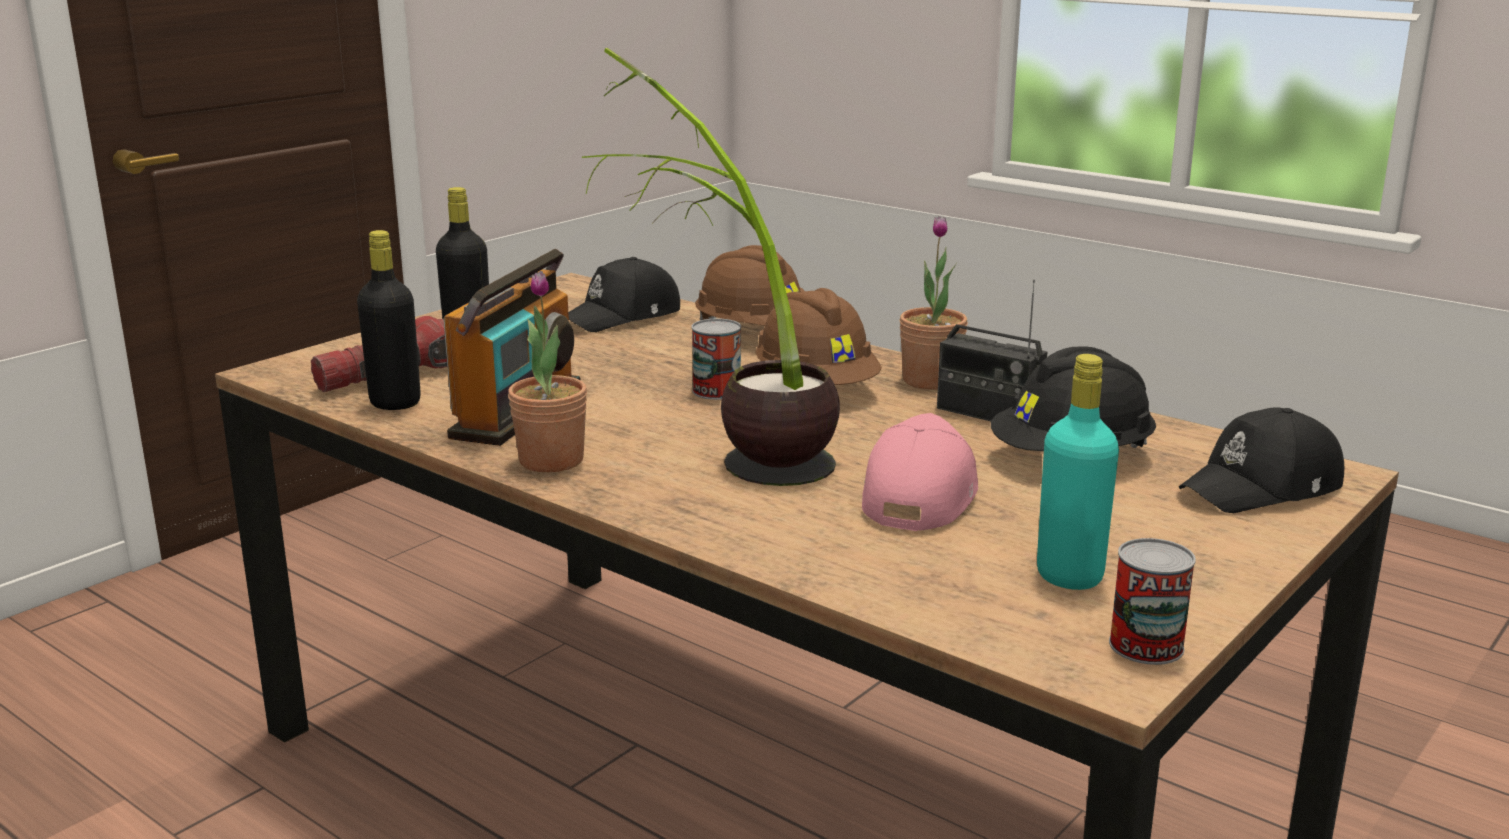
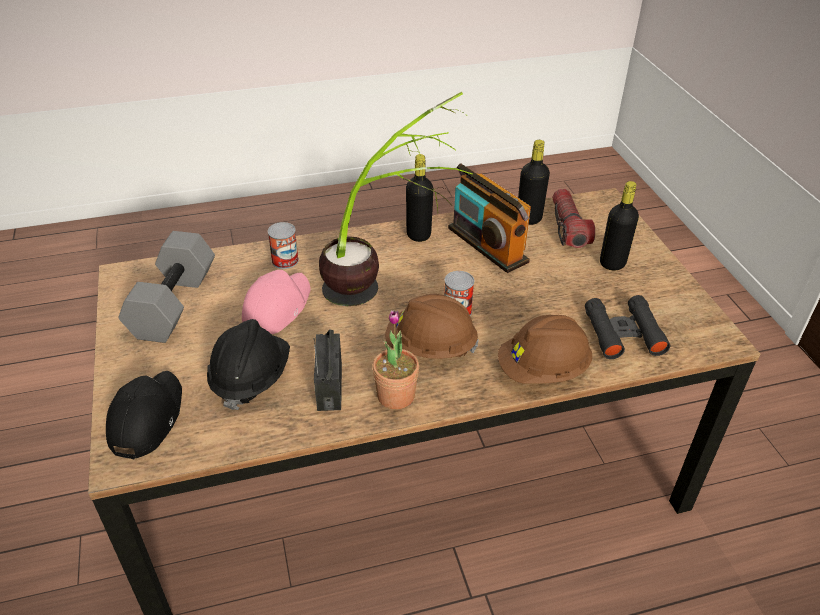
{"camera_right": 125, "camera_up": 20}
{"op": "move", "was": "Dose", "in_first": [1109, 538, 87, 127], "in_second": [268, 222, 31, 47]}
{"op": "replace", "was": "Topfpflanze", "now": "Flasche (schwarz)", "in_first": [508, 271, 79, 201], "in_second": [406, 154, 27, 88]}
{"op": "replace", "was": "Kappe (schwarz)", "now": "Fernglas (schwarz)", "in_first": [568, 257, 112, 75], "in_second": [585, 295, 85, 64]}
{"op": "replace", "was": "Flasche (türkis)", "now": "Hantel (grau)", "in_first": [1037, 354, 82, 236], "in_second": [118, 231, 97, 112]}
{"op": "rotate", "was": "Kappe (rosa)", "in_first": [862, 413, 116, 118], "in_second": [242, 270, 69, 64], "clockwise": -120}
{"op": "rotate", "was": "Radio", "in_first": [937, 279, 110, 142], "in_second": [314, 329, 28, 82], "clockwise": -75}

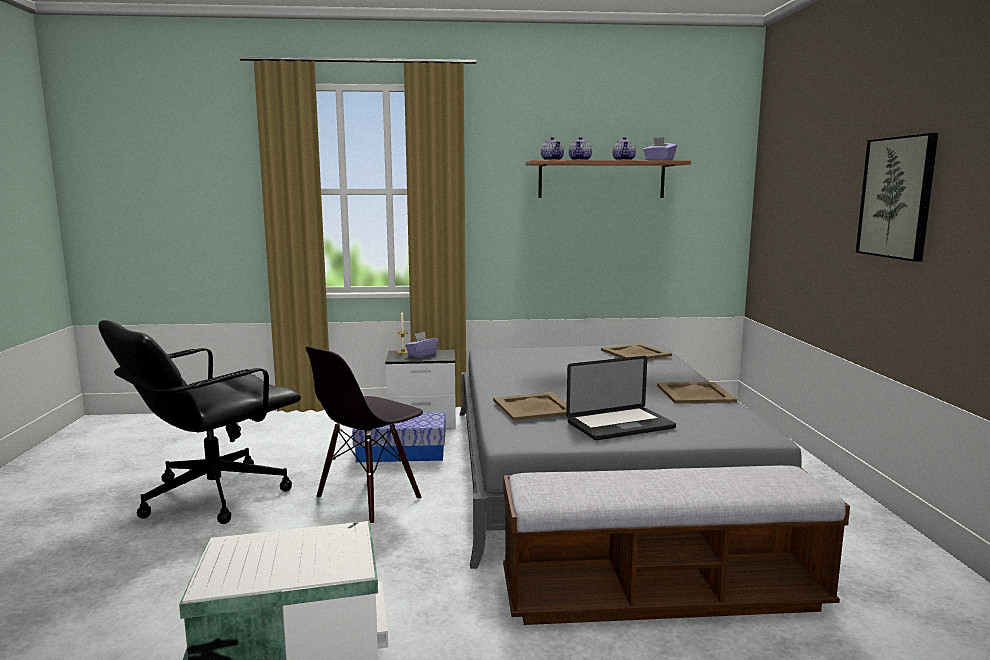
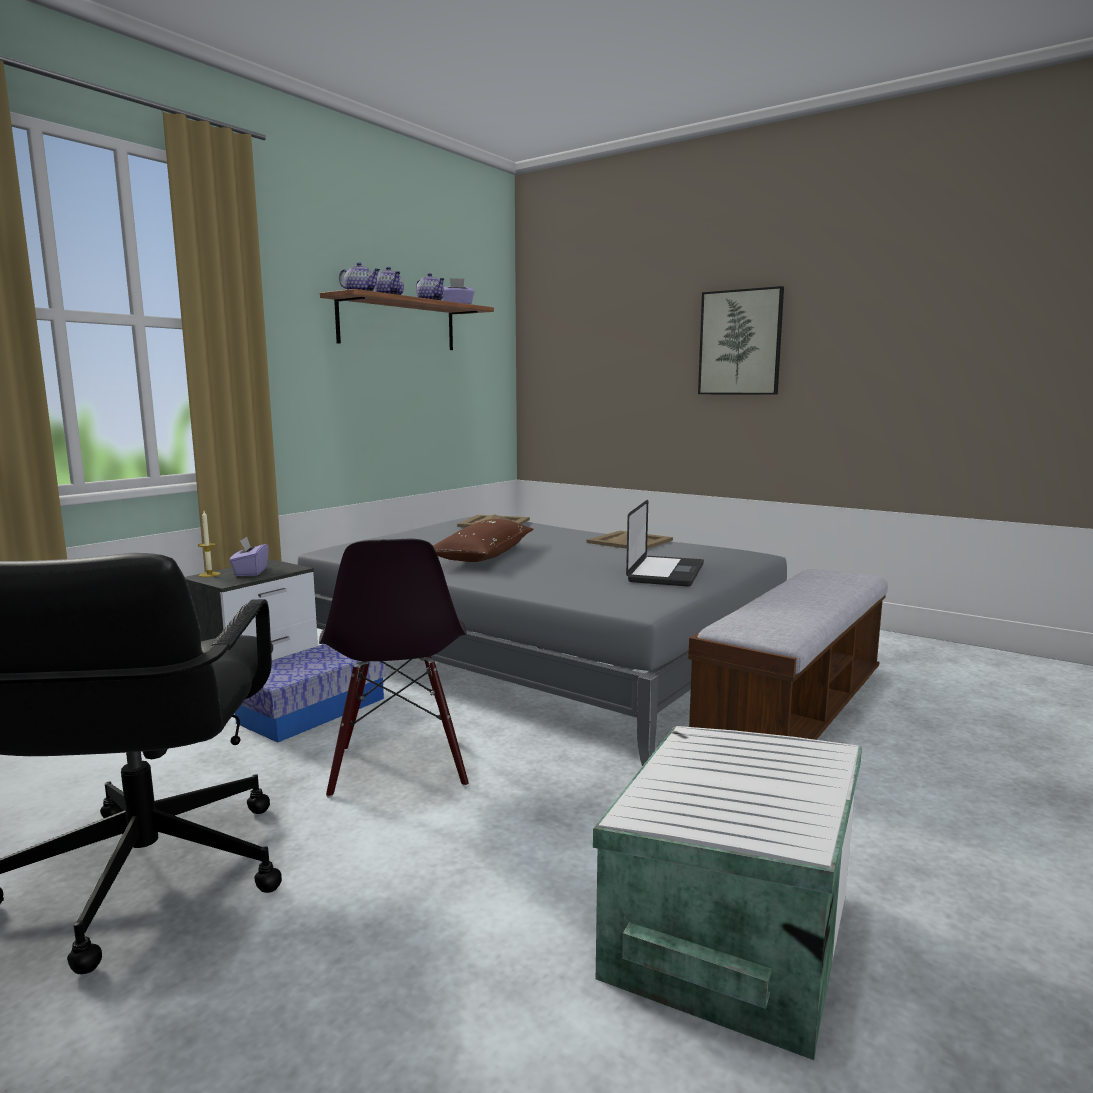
{"camera_right": -50, "camera_up": 0}
{"op": "delete", "was": "Tablett (beige)", "in_first": [493, 392, 74, 29]}
{"op": "insert", "now": "Kissen (braun)", "in_second": [433, 519, 100, 43]}

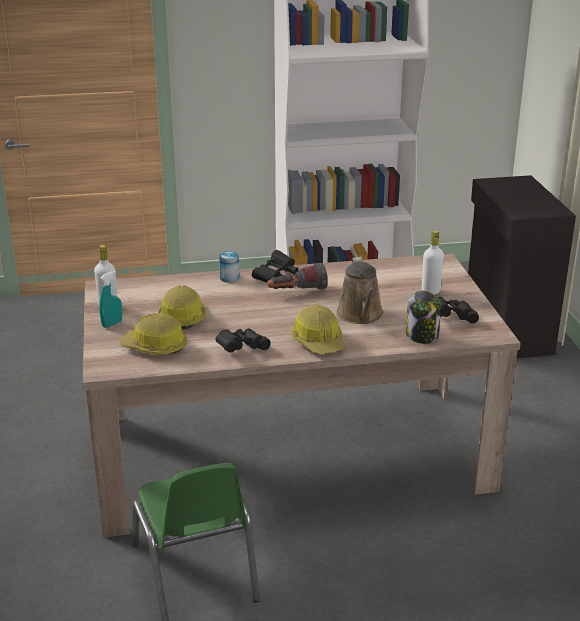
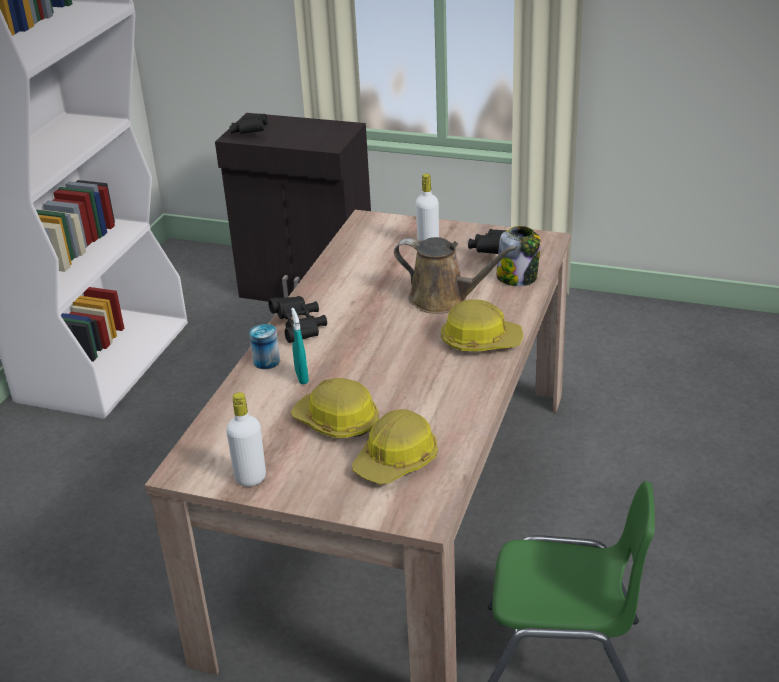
{"camera_right": -60, "camera_up": 5}
{"op": "delete", "was": "Taschenlampe", "in_first": [267, 263, 61, 27]}
{"op": "move", "was": "Sprühflasche (türkis)", "in_first": [99, 271, 23, 57], "in_second": [291, 308, 18, 76]}
{"op": "move", "was": "Fernglas (schwarz)", "in_first": [216, 329, 55, 23], "in_second": [230, 114, 38, 20]}

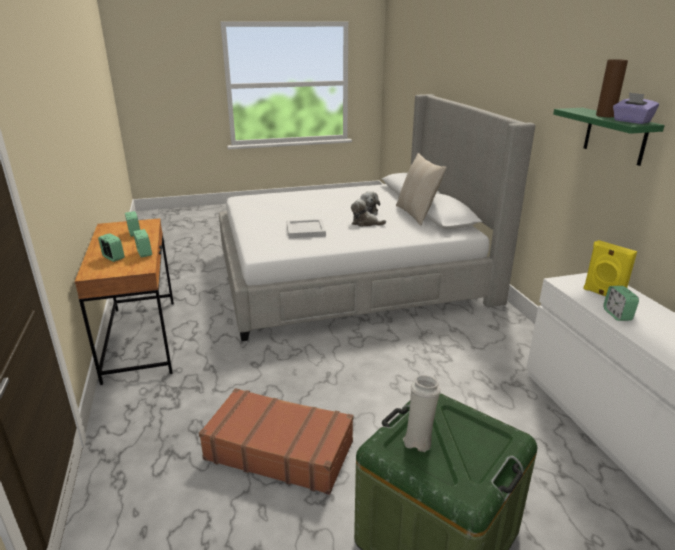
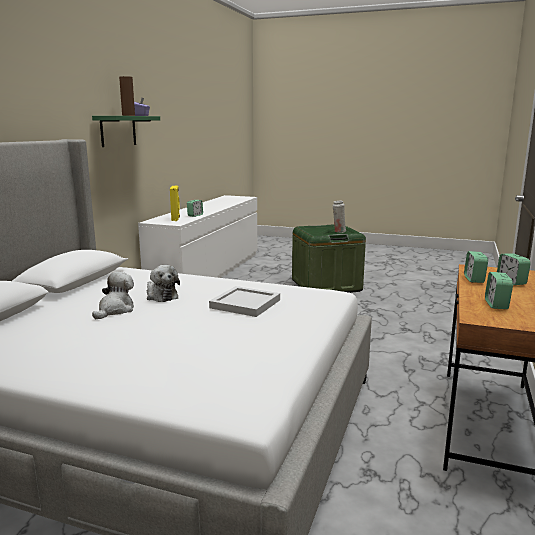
{"camera_right": -145, "camera_up": -10}
{"op": "delete", "was": "Koffer (braun)", "in_first": [199, 388, 154, 107]}
{"op": "delete", "was": "Kissen (beige)", "in_first": [396, 153, 50, 72]}

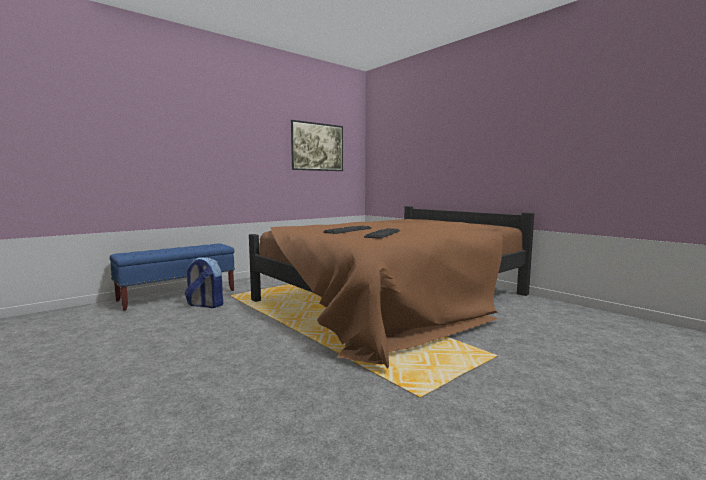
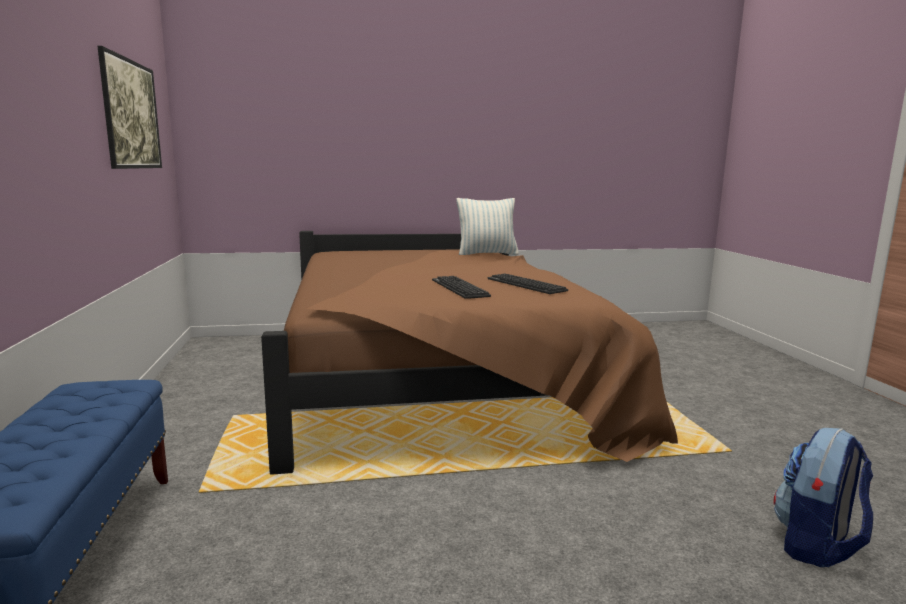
{"camera_right": -60, "camera_up": 5}
{"op": "insert", "now": "Kissen", "in_second": [456, 198, 63, 57]}
{"op": "move", "was": "Rucksack", "in_first": [185, 257, 38, 51], "in_second": [773, 428, 100, 139]}

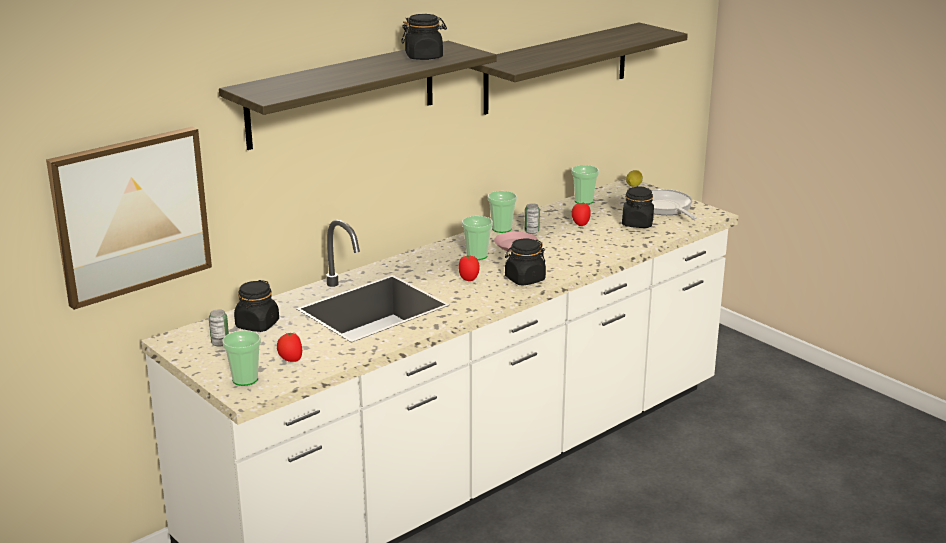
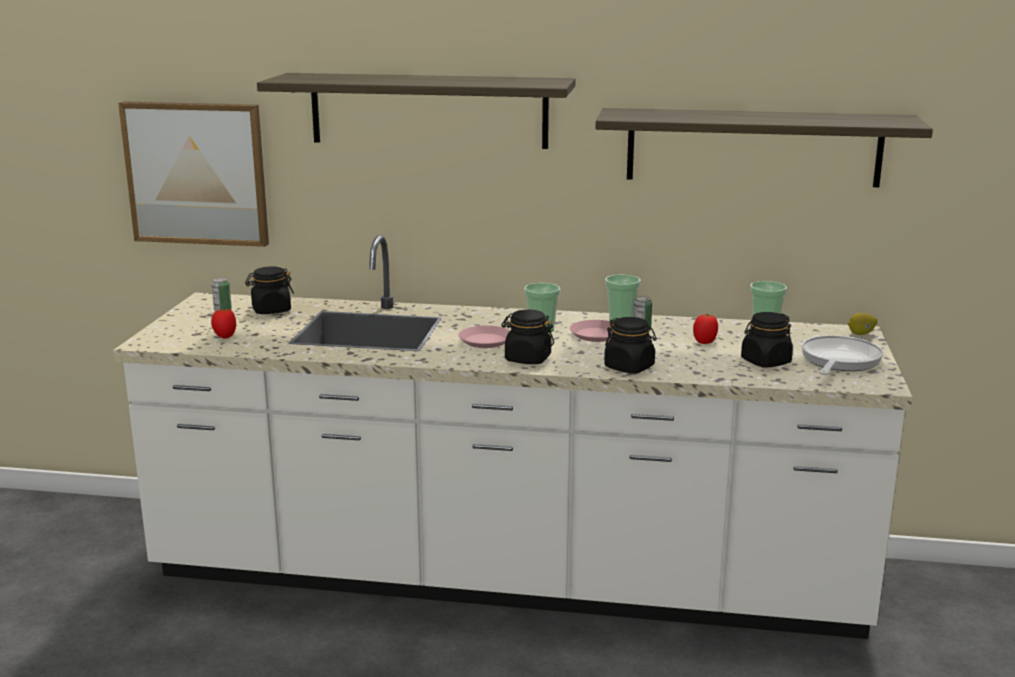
{"camera_right": 50, "camera_up": -5}
{"op": "delete", "was": "Tasse", "in_first": [222, 330, 39, 56]}
{"op": "move", "was": "Vorratsglas (schwarz)", "in_first": [401, 14, 46, 46], "in_second": [604, 317, 53, 57]}
{"op": "replace", "was": "Tomate", "now": "Teller (rosa)", "in_first": [459, 256, 21, 25], "in_second": [458, 325, 52, 23]}

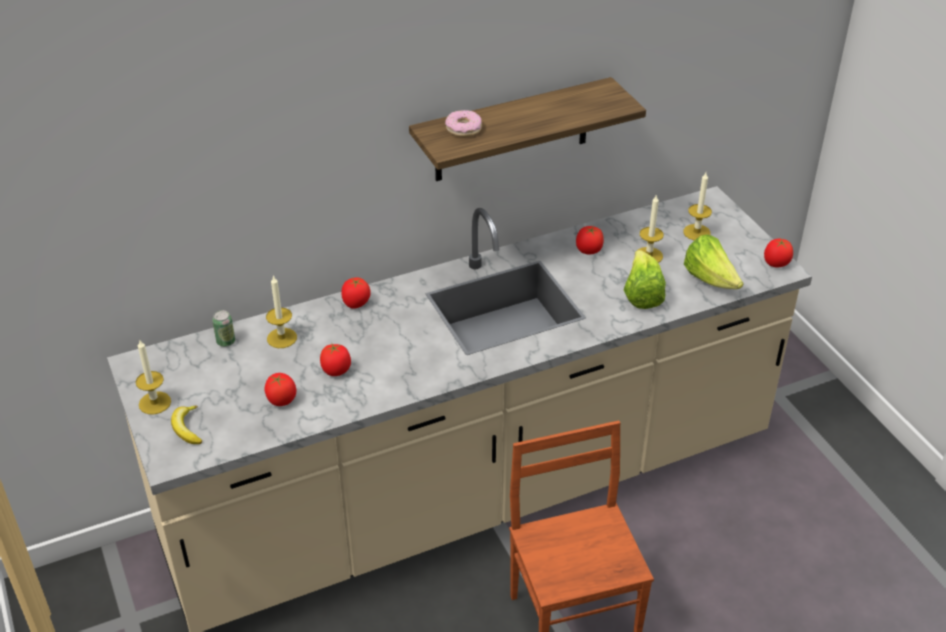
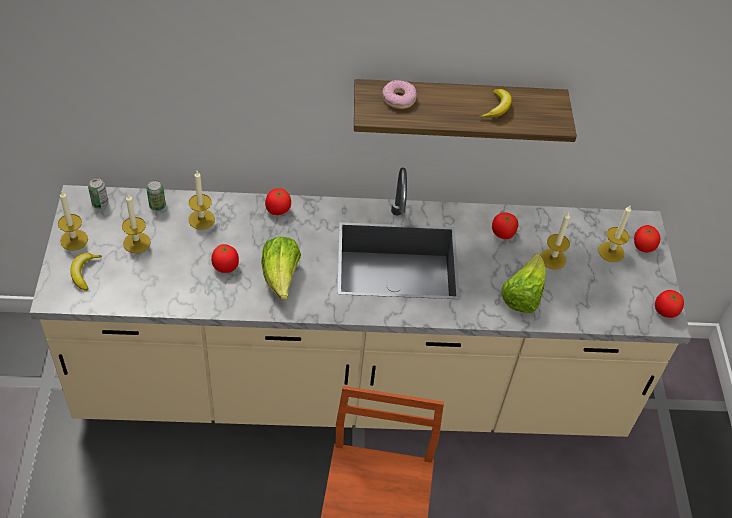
{"camera_right": 20, "camera_up": 10}
{"op": "insert", "now": "Dose", "in_second": [88, 178, 20, 31]}
{"op": "insert", "now": "Kerze", "in_second": [122, 194, 29, 59]}
{"op": "insert", "now": "Banane", "in_second": [479, 89, 33, 29]}
{"op": "move", "was": "Tomate", "in_first": [264, 373, 32, 33], "in_second": [634, 225, 26, 27]}
{"op": "move", "was": "Salatkopf", "in_first": [684, 234, 60, 55], "in_second": [261, 236, 40, 64]}

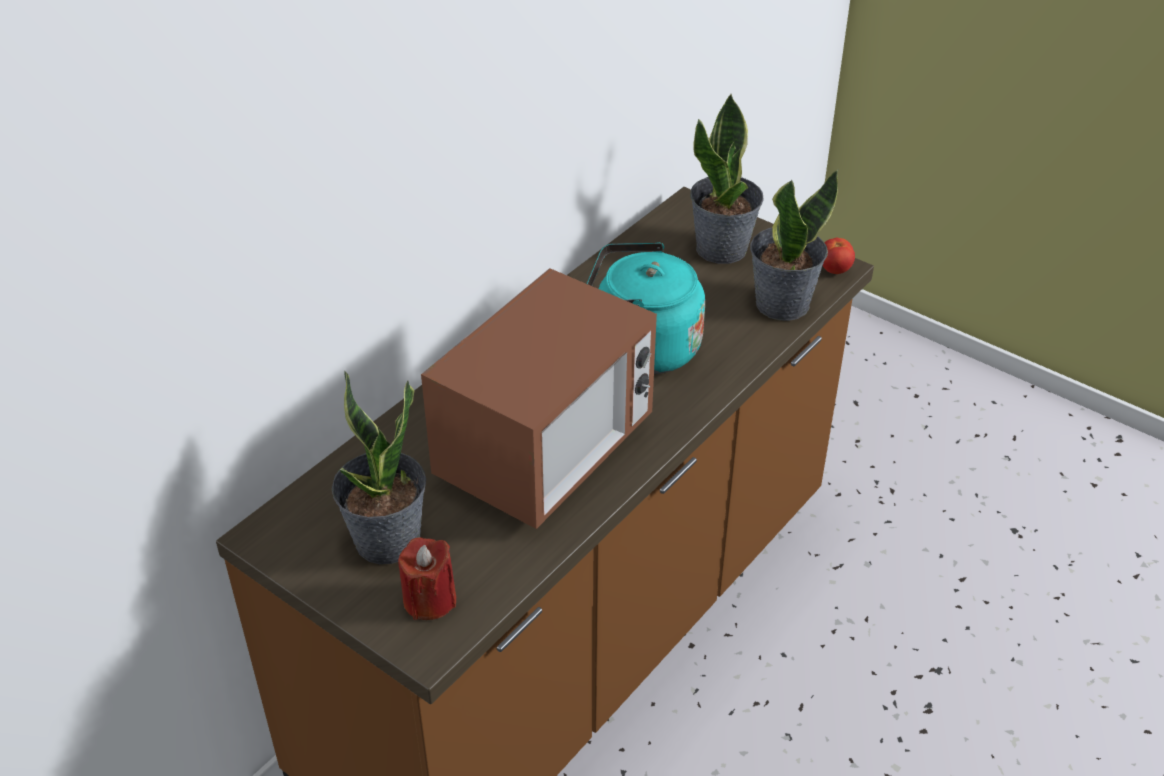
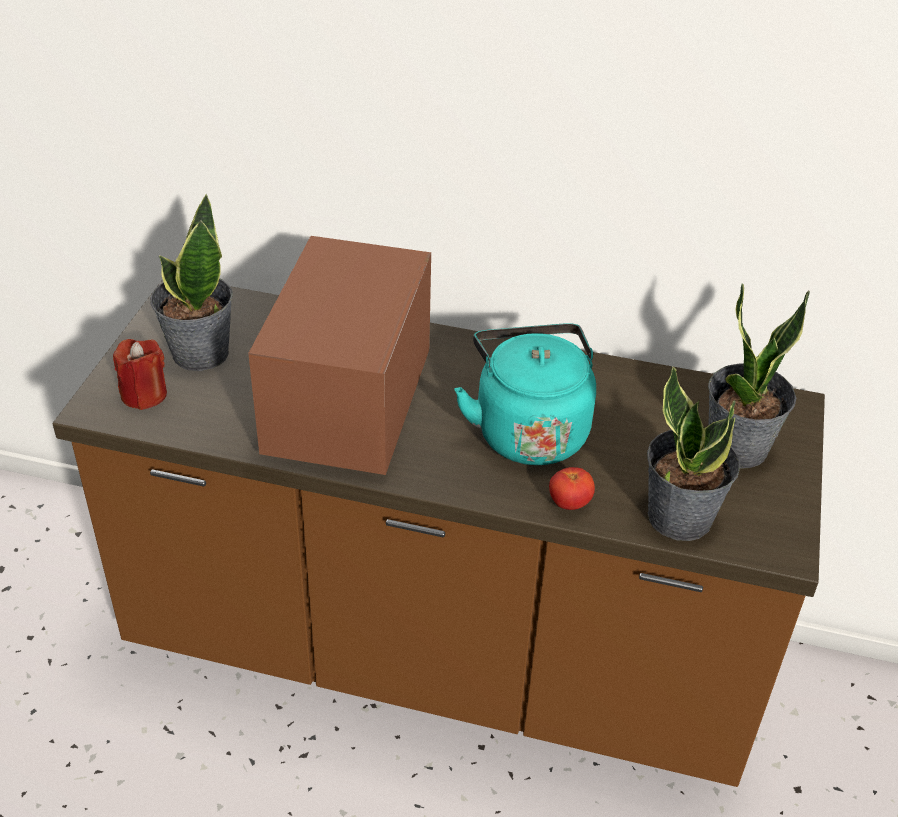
{"camera_right": 65, "camera_up": 0}
{"op": "move", "was": "Tomate", "in_first": [823, 238, 32, 36], "in_second": [549, 467, 46, 43]}
{"op": "rotate", "was": "Mikrowelle", "in_first": [421, 268, 236, 261], "in_second": [248, 236, 183, 239], "clockwise": 90}

